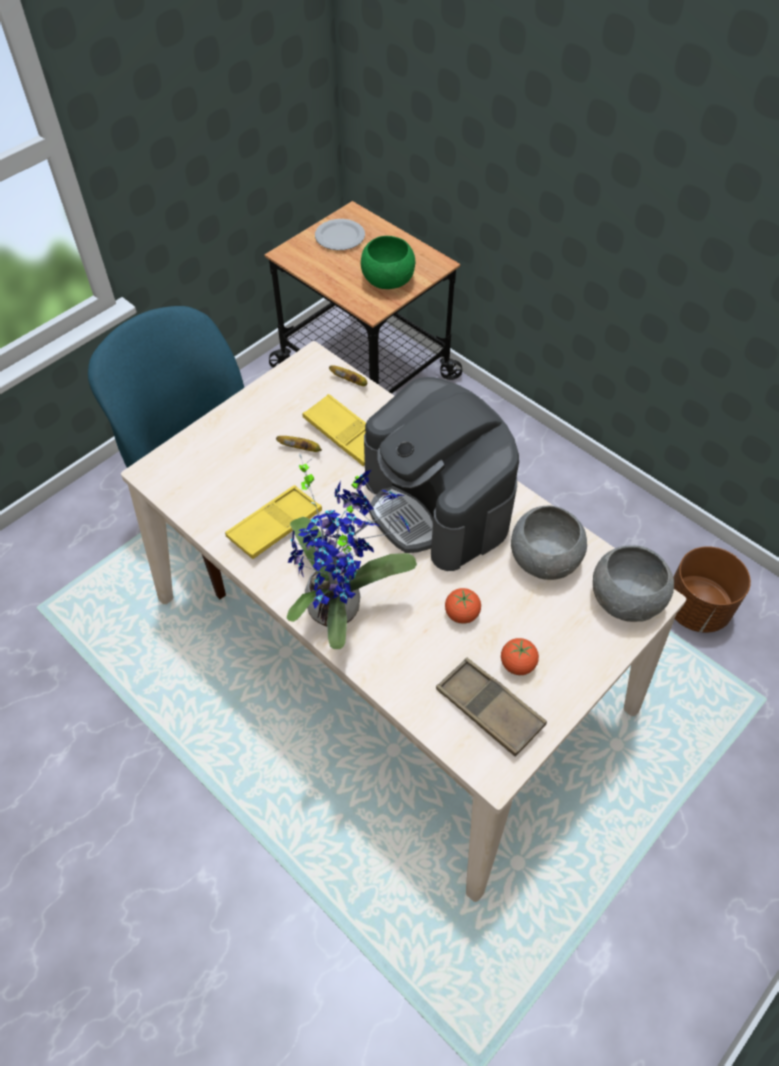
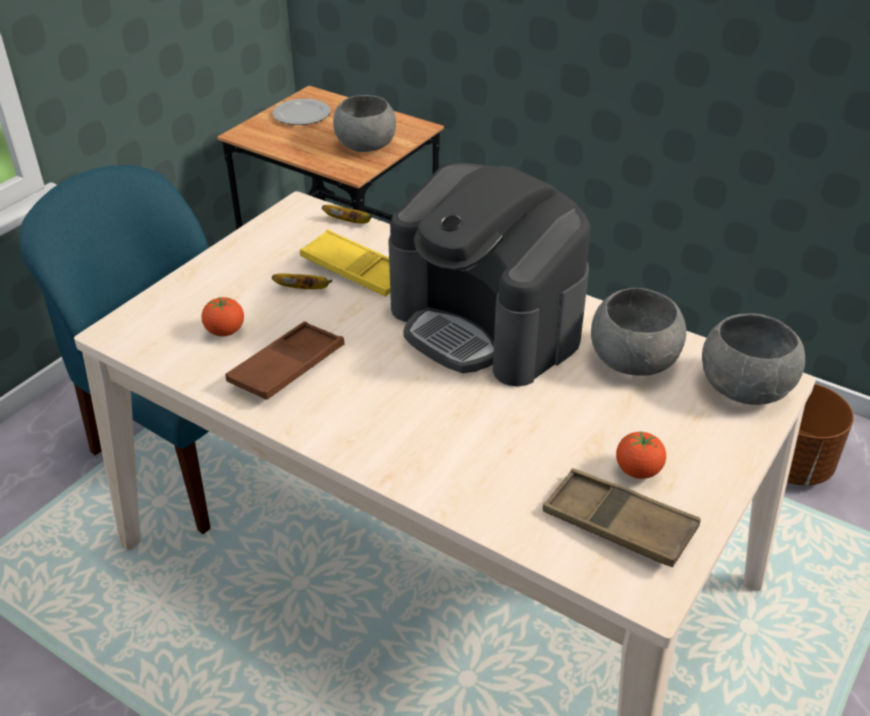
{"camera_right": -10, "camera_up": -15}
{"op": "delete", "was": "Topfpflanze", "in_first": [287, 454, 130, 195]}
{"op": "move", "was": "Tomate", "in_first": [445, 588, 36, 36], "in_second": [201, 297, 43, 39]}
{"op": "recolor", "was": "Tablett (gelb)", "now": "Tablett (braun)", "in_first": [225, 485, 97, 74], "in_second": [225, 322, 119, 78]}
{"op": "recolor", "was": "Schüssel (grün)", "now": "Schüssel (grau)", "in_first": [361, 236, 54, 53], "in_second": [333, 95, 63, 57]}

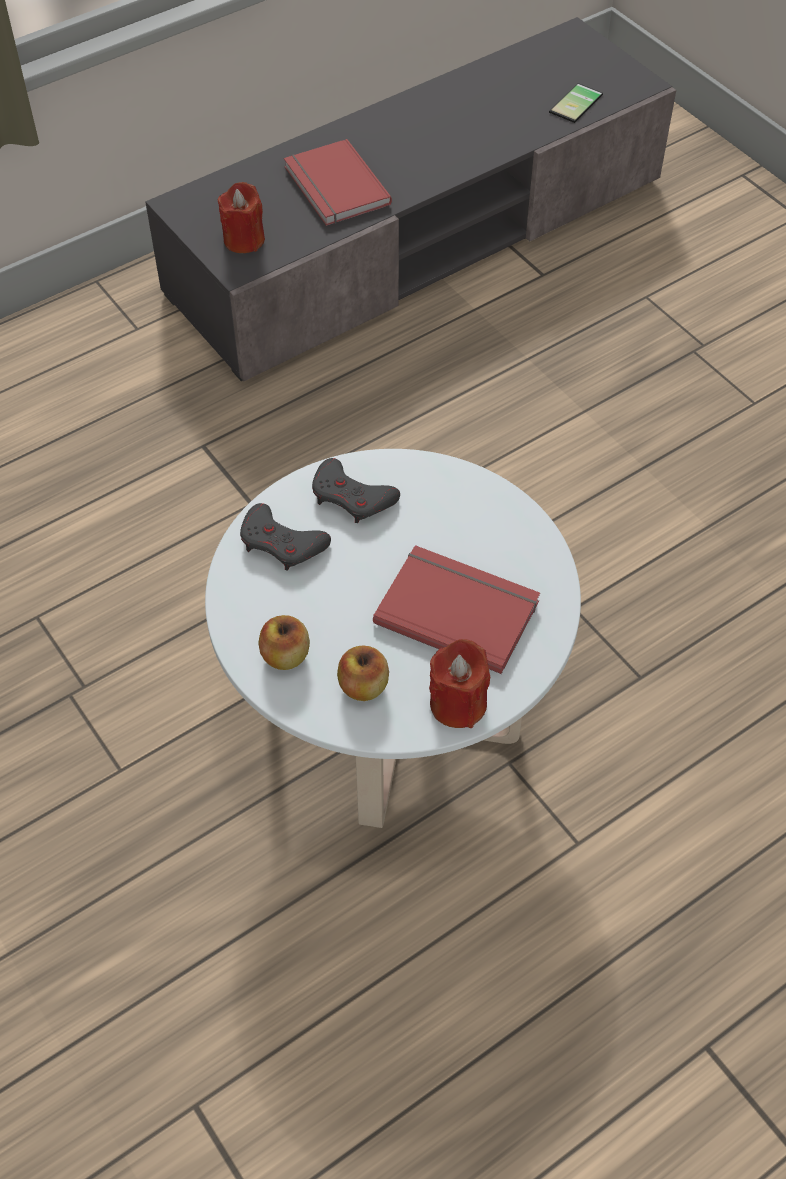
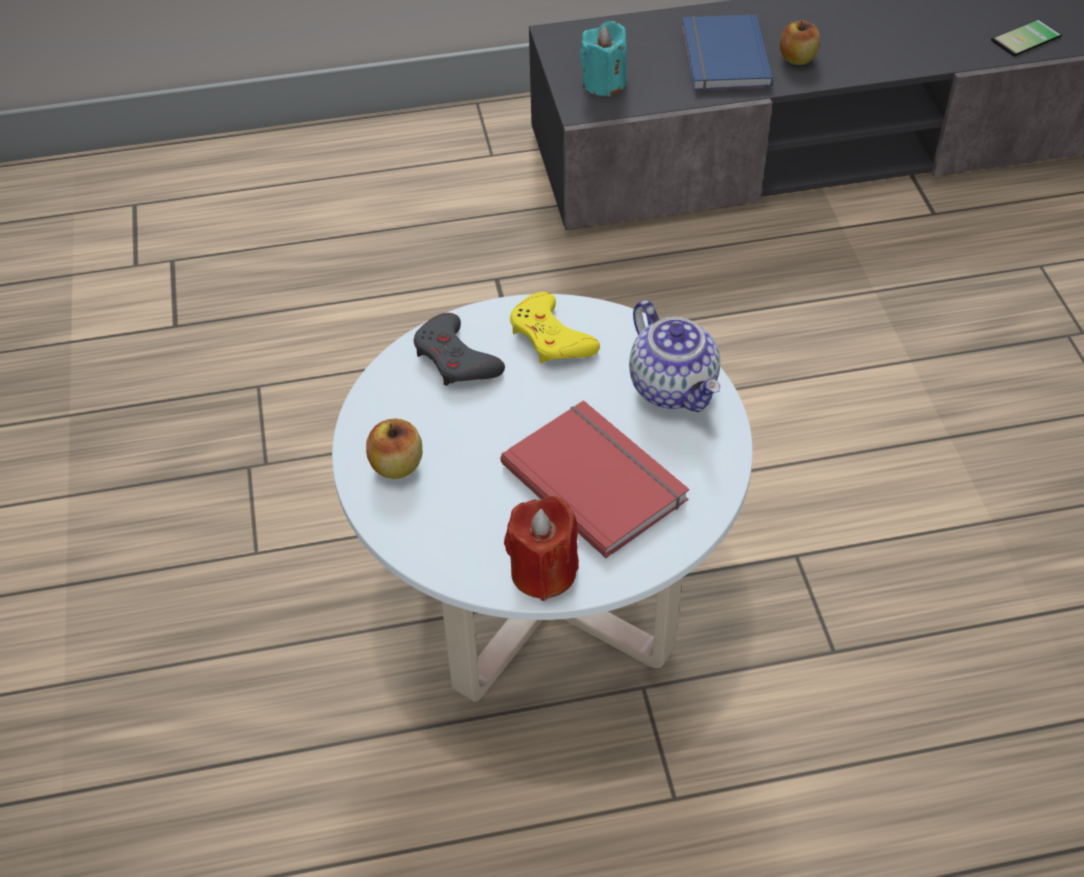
{"camera_right": 25, "camera_up": -5}
{"op": "insert", "now": "Teekanne", "in_second": [629, 300, 91, 112]}
{"op": "move", "was": "Apfel", "in_first": [337, 645, 52, 56], "in_second": [780, 20, 40, 45]}
{"op": "recolor", "was": "Kerze (rot)", "now": "Kerze (türkis)", "in_first": [218, 182, 47, 71], "in_second": [580, 21, 47, 75]}
{"op": "recolor", "was": "Buch (rot)", "now": "Buch (blau)", "in_first": [284, 139, 108, 87], "in_second": [682, 14, 91, 77]}
{"op": "recolor", "was": "Gamepad (grau)", "now": "Gamepad (gelb)", "in_first": [312, 458, 88, 65], "in_second": [510, 292, 90, 72]}

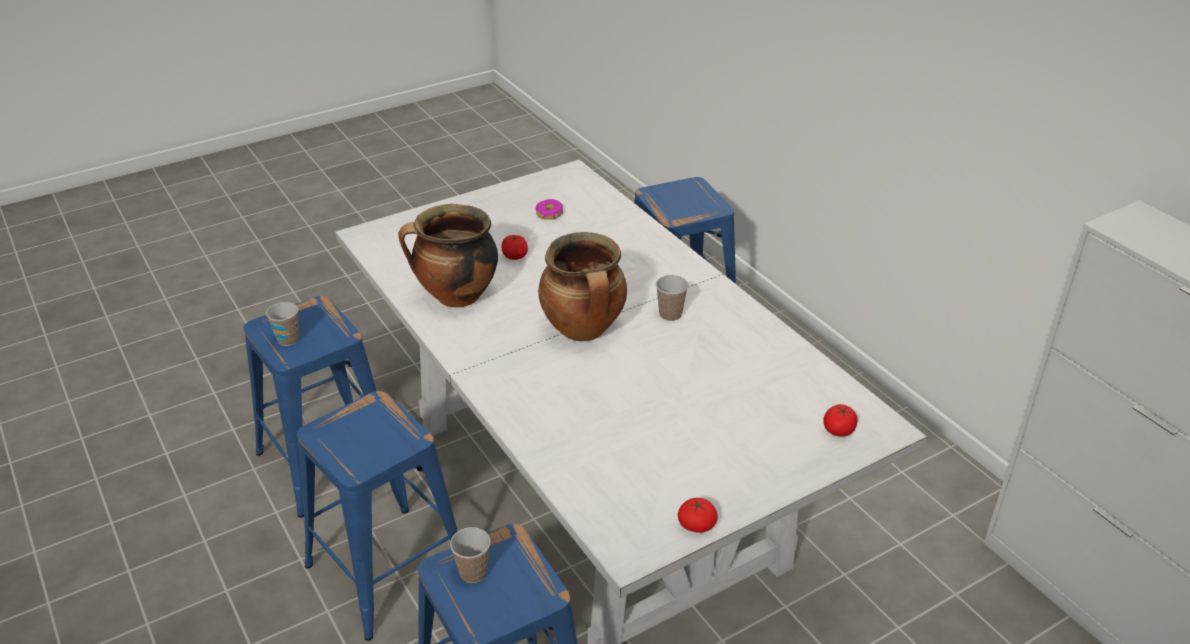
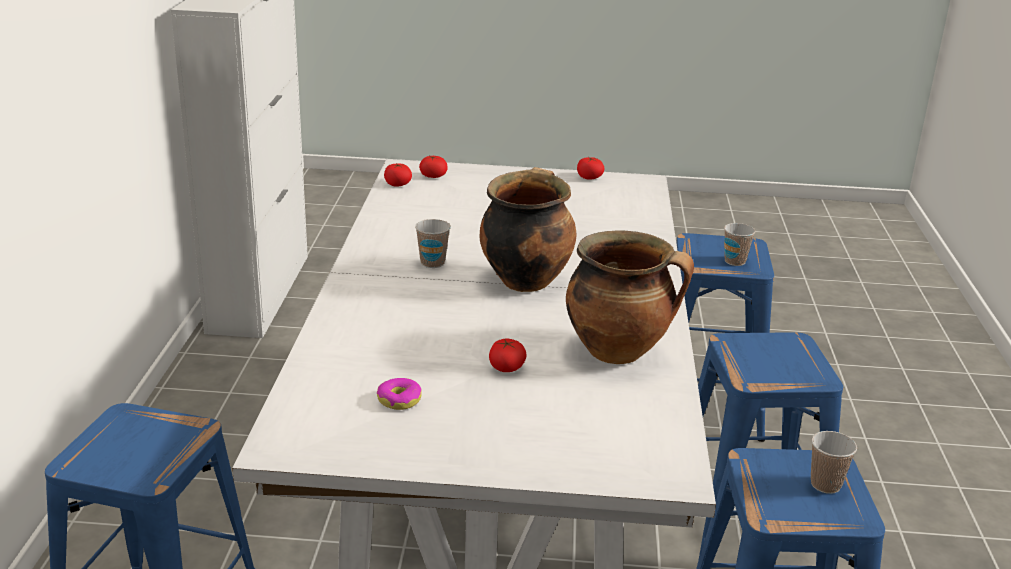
{"camera_right": -145, "camera_up": -10}
{"op": "insert", "now": "Tomate", "in_second": [384, 163, 28, 23]}

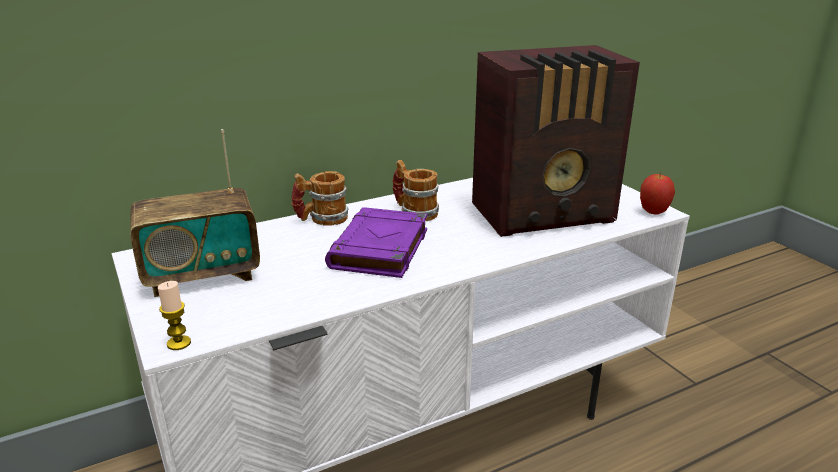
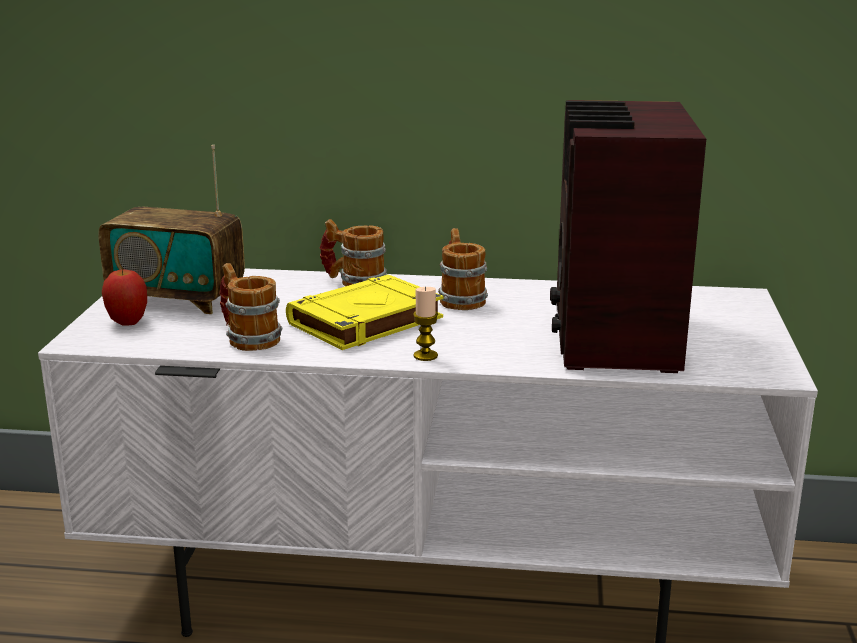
{"camera_right": 35, "camera_up": -5}
{"op": "insert", "now": "Henkelbecher", "in_second": [219, 263, 63, 88]}
{"op": "move", "was": "Kerze", "in_first": [158, 281, 33, 69], "in_second": [413, 287, 25, 74]}
{"op": "move", "was": "Apfel", "in_first": [640, 174, 35, 41], "in_second": [102, 267, 45, 59]}
{"op": "recolor", "was": "Buch (lila)", "now": "Buch (gelb)", "in_first": [325, 207, 102, 71], "in_second": [286, 275, 157, 75]}
{"op": "rotate", "was": "Radio", "in_first": [472, 45, 168, 192], "in_second": [550, 100, 156, 273], "clockwise": 75}

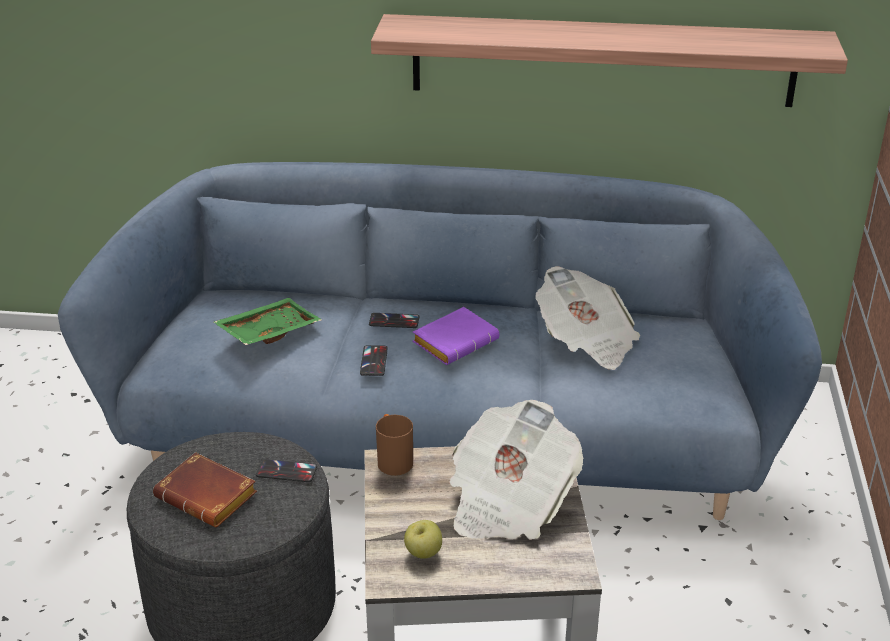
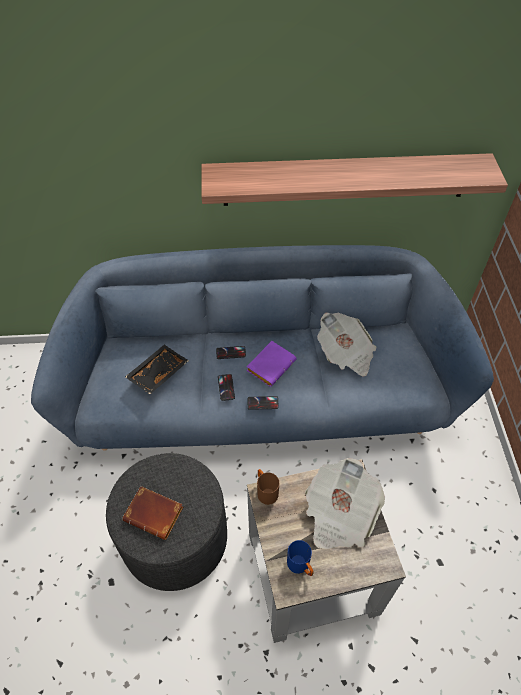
{"camera_right": -10, "camera_up": 20}
{"op": "move", "was": "Handy", "in_first": [256, 459, 61, 23], "in_second": [248, 396, 31, 14]}
{"op": "replace", "was": "Apfel", "now": "Henkelbecher (blau)", "in_first": [404, 520, 38, 39], "in_second": [287, 540, 27, 36]}
{"op": "recolor", "was": "Tablett (grün)", "now": "Tablett (schwarz)", "in_first": [214, 298, 108, 47], "in_second": [125, 345, 64, 49]}

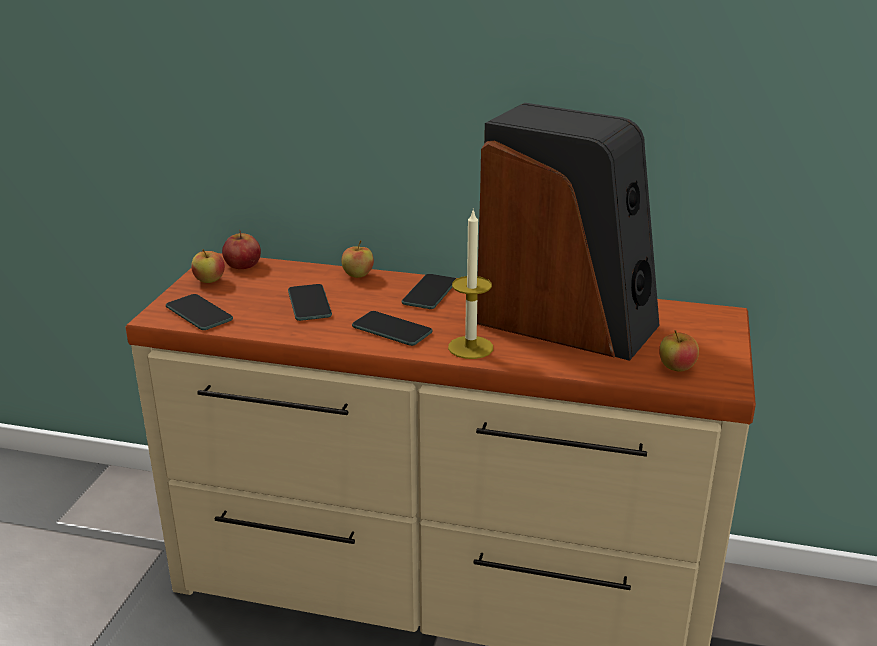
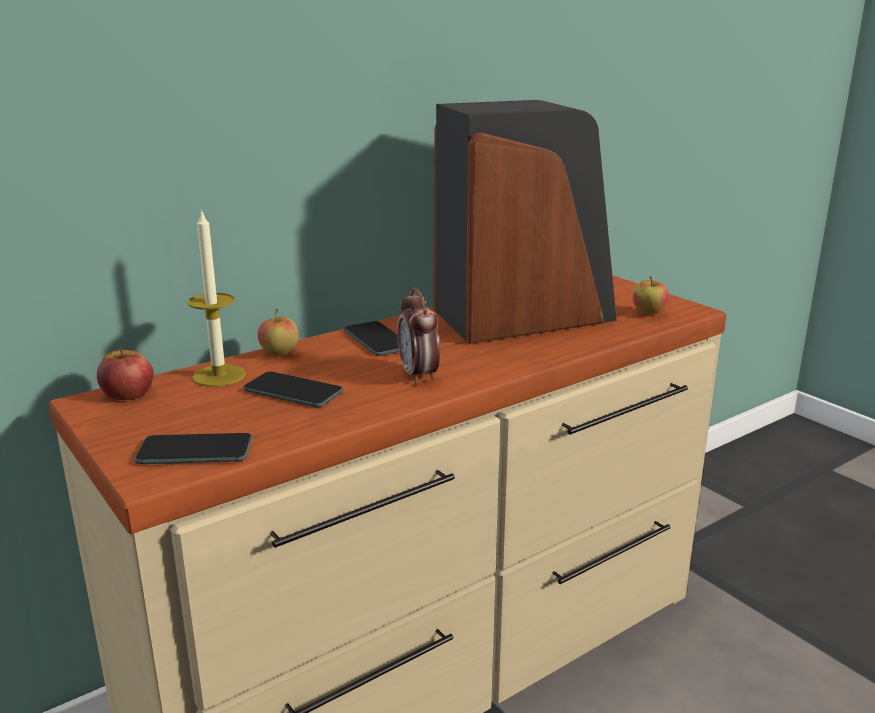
{"camera_right": -50, "camera_up": -5}
{"op": "delete", "was": "Apfel", "in_first": [191, 249, 34, 34]}
{"op": "move", "was": "Kerze", "in_first": [448, 209, 45, 150], "in_second": [188, 209, 58, 178]}
{"op": "replace", "was": "Handy", "now": "Wecker", "in_first": [352, 311, 80, 35], "in_second": [397, 288, 43, 97]}

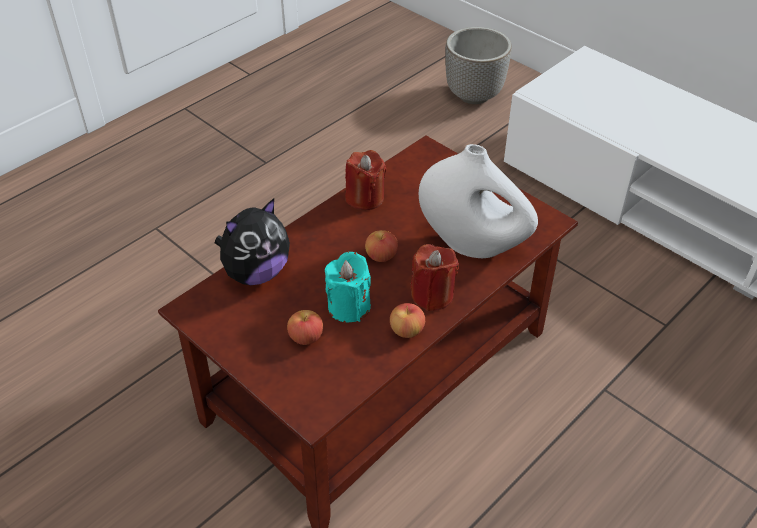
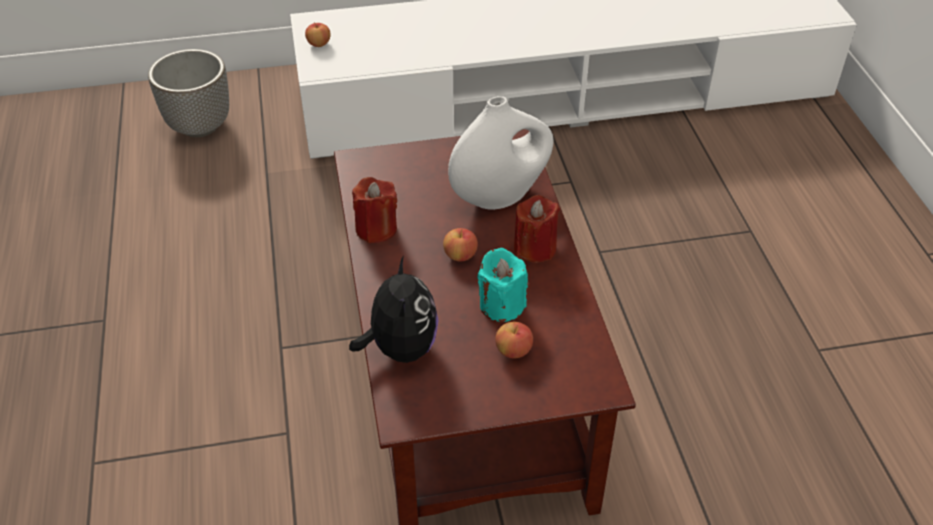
{"camera_right": -55, "camera_up": 0}
{"op": "move", "was": "Apfel", "in_first": [390, 303, 35, 35], "in_second": [305, 22, 26, 25]}

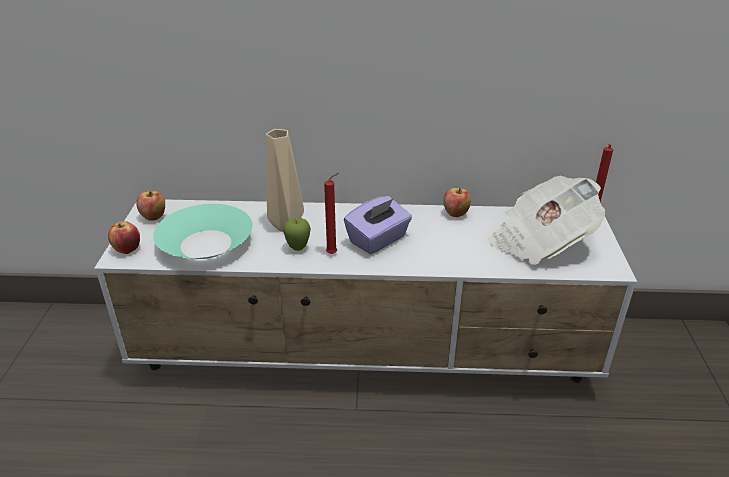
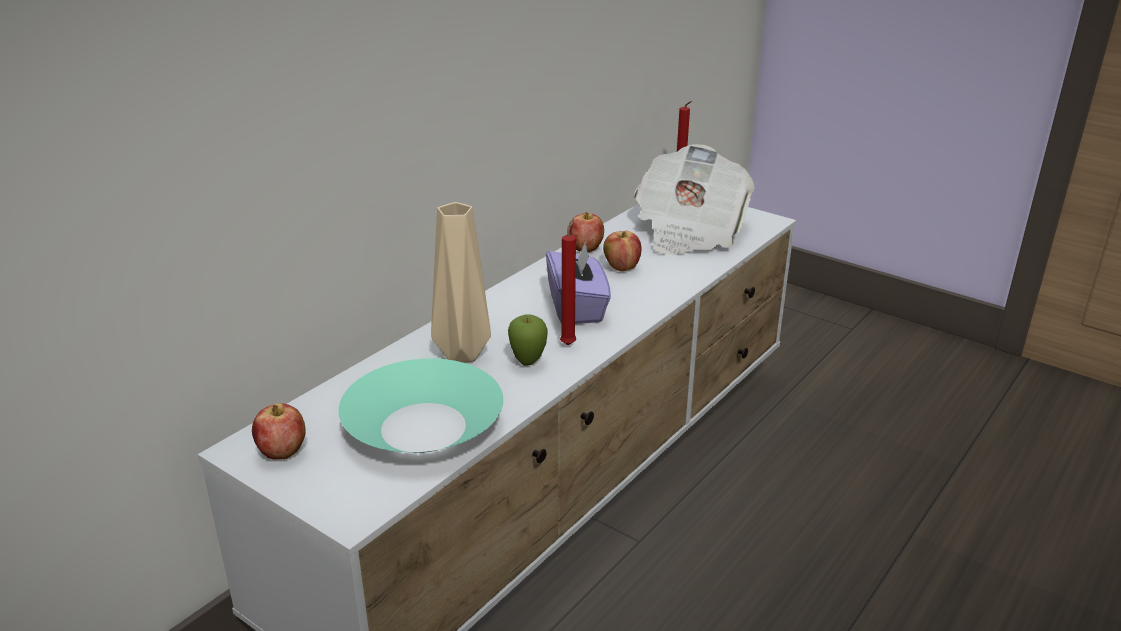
{"camera_right": -55, "camera_up": -5}
{"op": "move", "was": "Apfel", "in_first": [108, 221, 32, 33], "in_second": [603, 231, 38, 41]}

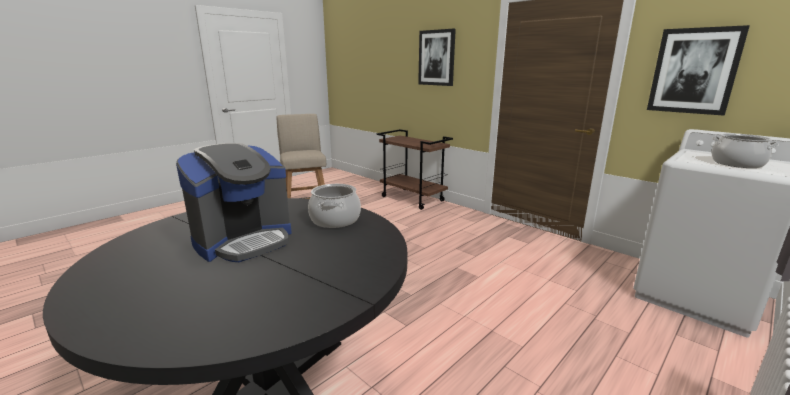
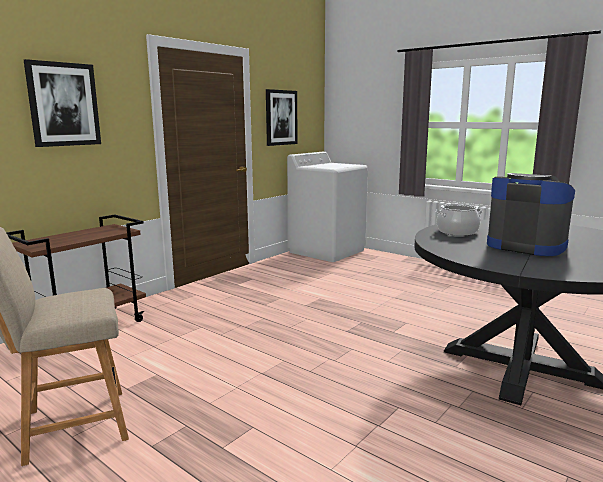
{"camera_right": -95, "camera_up": -5}
{"op": "delete", "was": "Kochtopf", "in_first": [712, 133, 67, 35]}

